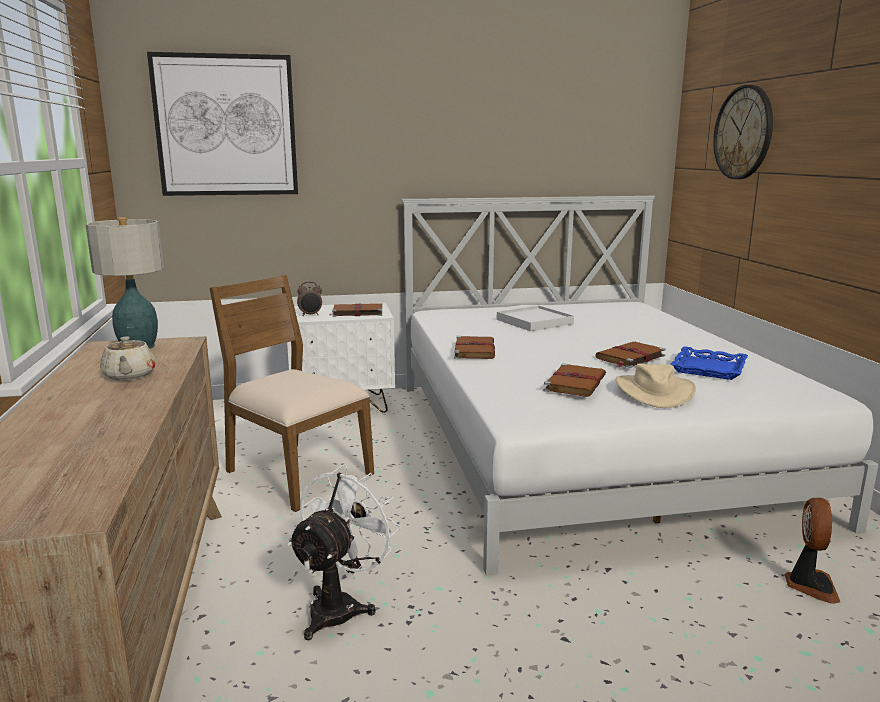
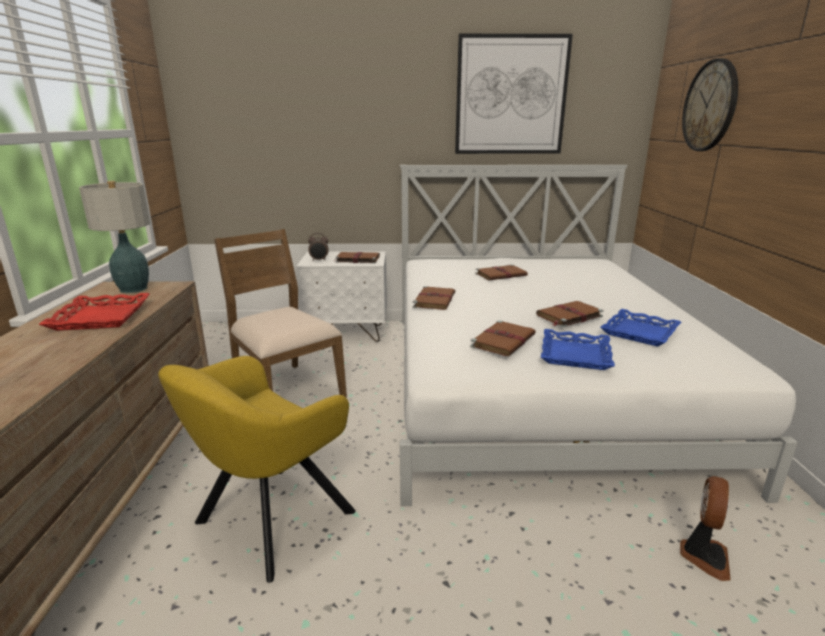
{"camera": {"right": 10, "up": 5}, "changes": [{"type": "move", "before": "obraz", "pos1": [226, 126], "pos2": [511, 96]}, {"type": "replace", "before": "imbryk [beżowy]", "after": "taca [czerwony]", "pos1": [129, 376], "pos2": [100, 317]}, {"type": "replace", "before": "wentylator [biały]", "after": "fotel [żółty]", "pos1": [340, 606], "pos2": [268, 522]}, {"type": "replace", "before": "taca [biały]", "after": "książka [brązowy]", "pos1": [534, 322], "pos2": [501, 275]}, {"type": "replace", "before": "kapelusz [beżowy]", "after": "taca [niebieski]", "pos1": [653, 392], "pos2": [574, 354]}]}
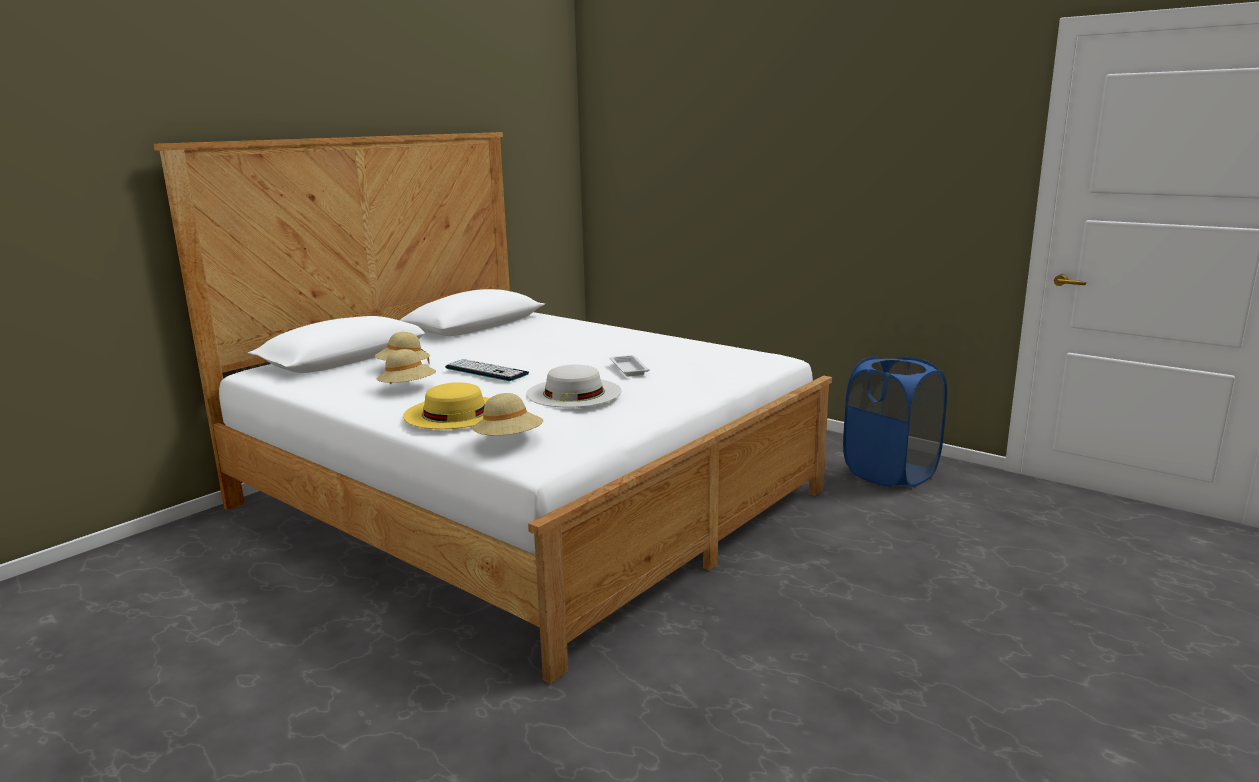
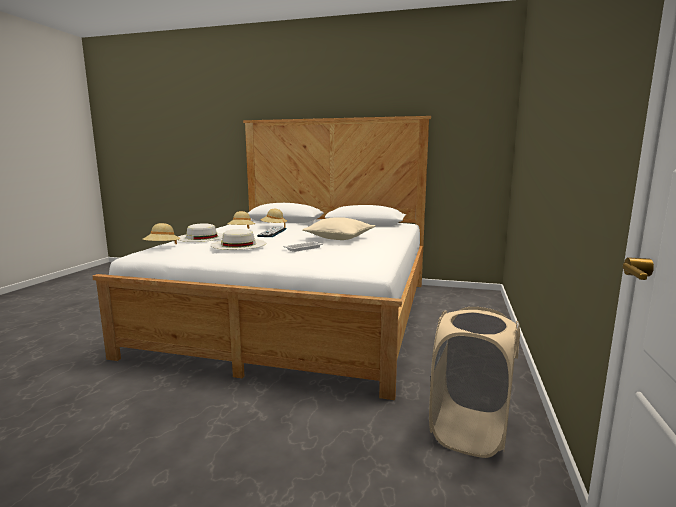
{"camera": {"right": 65, "up": -5}, "changes": [{"type": "insert", "after": "poduszka [beżowy]", "pos2": [339, 238]}, {"type": "recolor", "before": "kapelusz [żółty]", "after": "kapelusz [biały]", "pos1": [454, 412], "pos2": [202, 237]}, {"type": "recolor", "before": "kosz na pranie [niebieski]", "after": "kosz na pranie [beżowy]", "pos1": [890, 473], "pos2": [469, 431]}]}
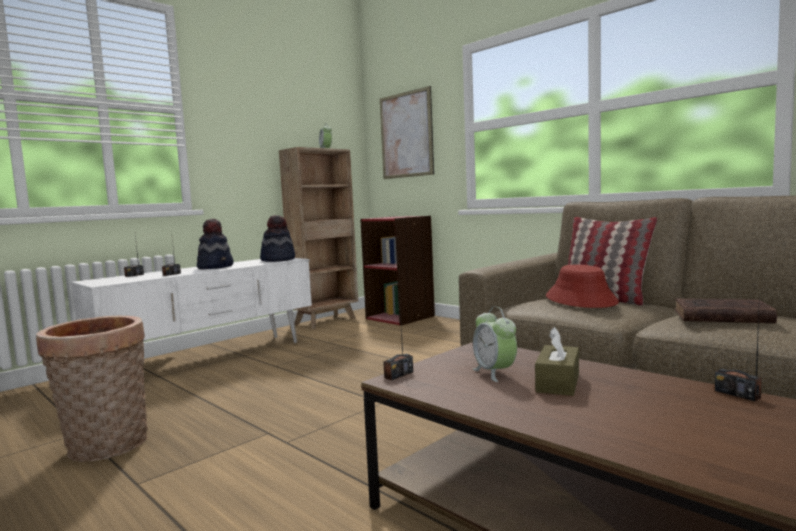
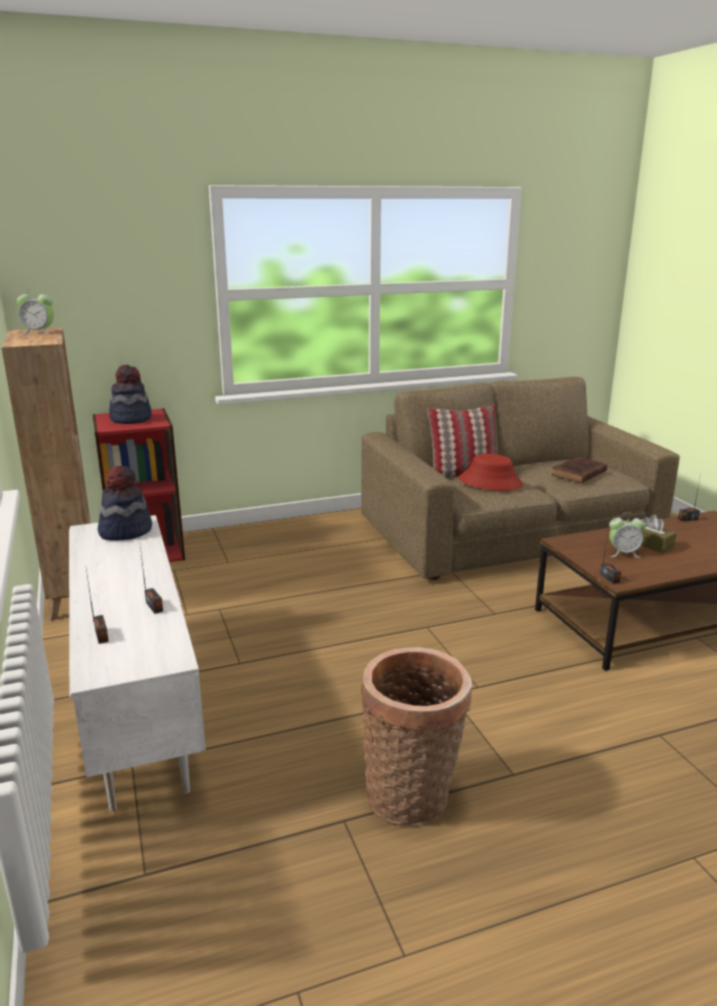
{"camera": {"right": -65, "up": 15}, "changes": [{"type": "delete", "before": "obraz", "pos1": [406, 135]}, {"type": "move", "before": "kapelusz", "pos1": [216, 267], "pos2": [131, 419]}]}
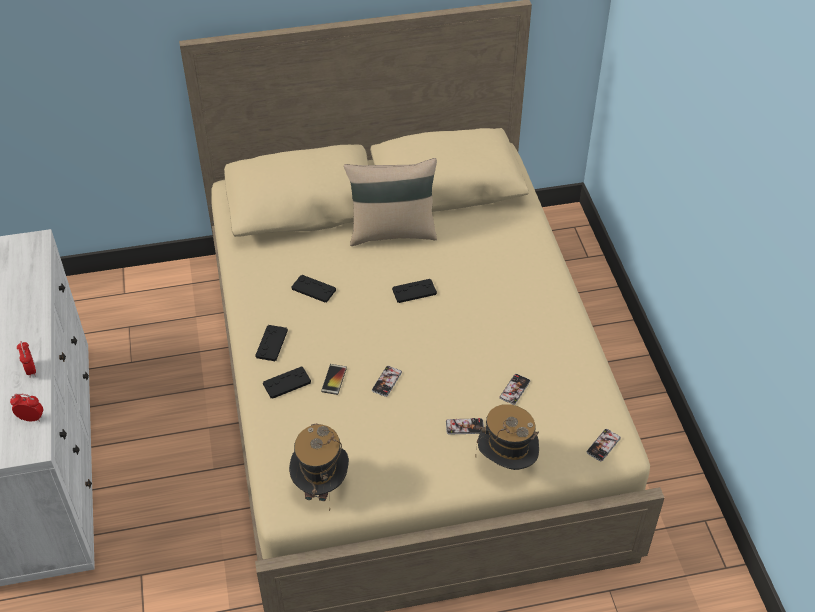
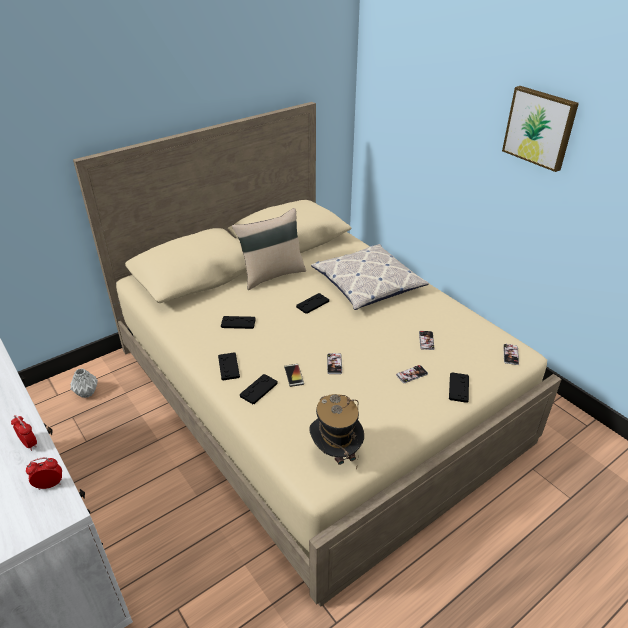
{"camera": {"right": -25, "up": -10}, "changes": [{"type": "insert", "after": "wazon [szary]", "pos2": [87, 393]}, {"type": "insert", "after": "poduszka", "pos2": [367, 284]}, {"type": "insert", "after": "obraz", "pos2": [540, 127]}, {"type": "replace", "before": "kapelusz", "after": "pad do gier [czarny]", "pos1": [506, 463], "pos2": [458, 388]}]}
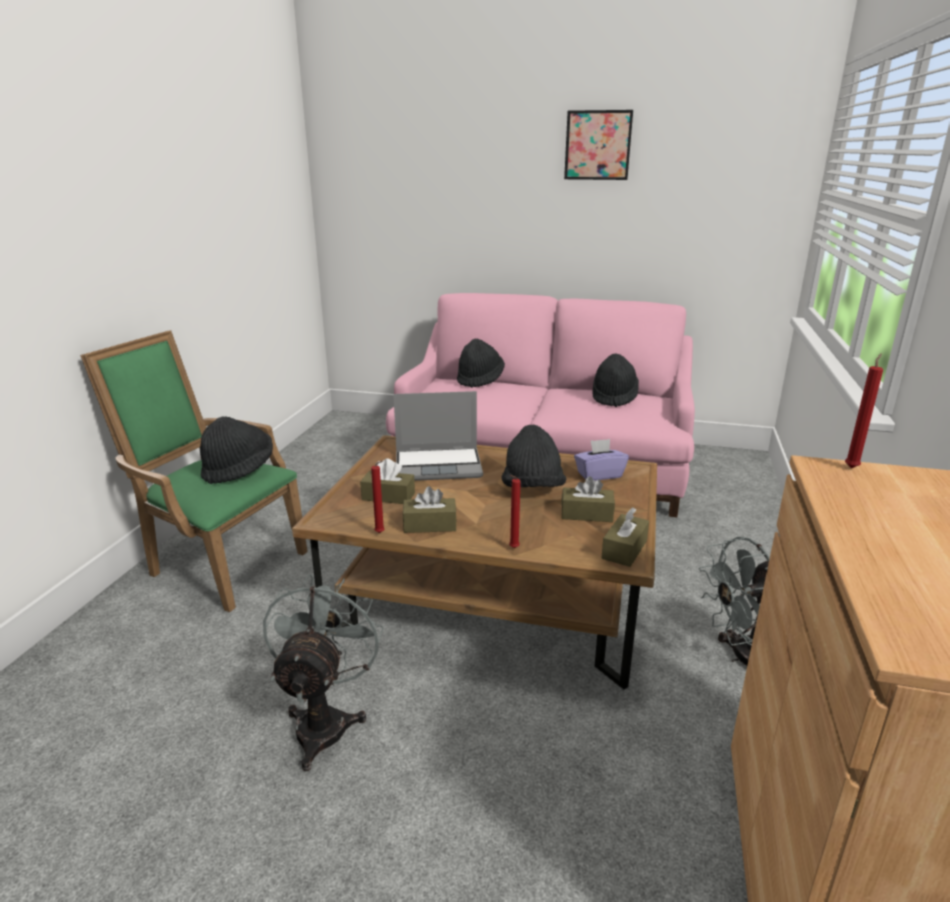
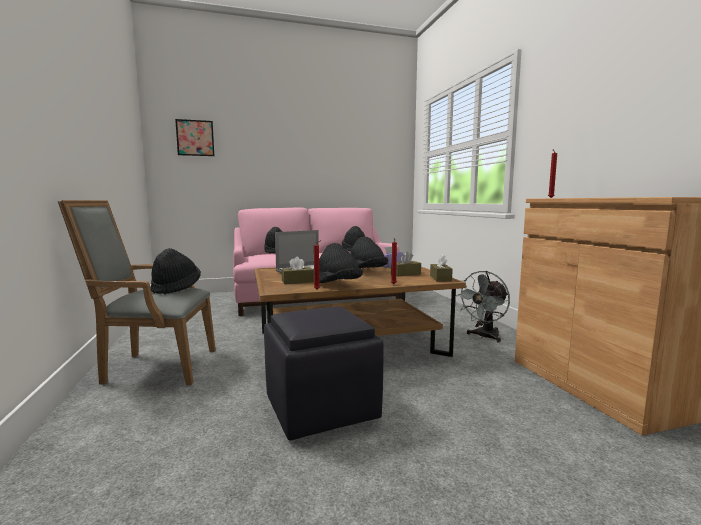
{"camera": {"right": -30, "up": -15}, "changes": [{"type": "move", "before": "obraz", "pos1": [597, 145], "pos2": [195, 138]}, {"type": "replace", "before": "wentylator [szary]", "after": "pufa [czarny]", "pos1": [325, 721], "pos2": [320, 408]}, {"type": "replace", "before": "pudełko chusteczek [brązowy]", "after": "kapelusz [czarny]", "pos1": [430, 525], "pos2": [338, 285]}, {"type": "recolor", "before": "fotel [zielony]", "after": "fotel [szary]", "pos1": [219, 563], "pos2": [154, 367]}]}
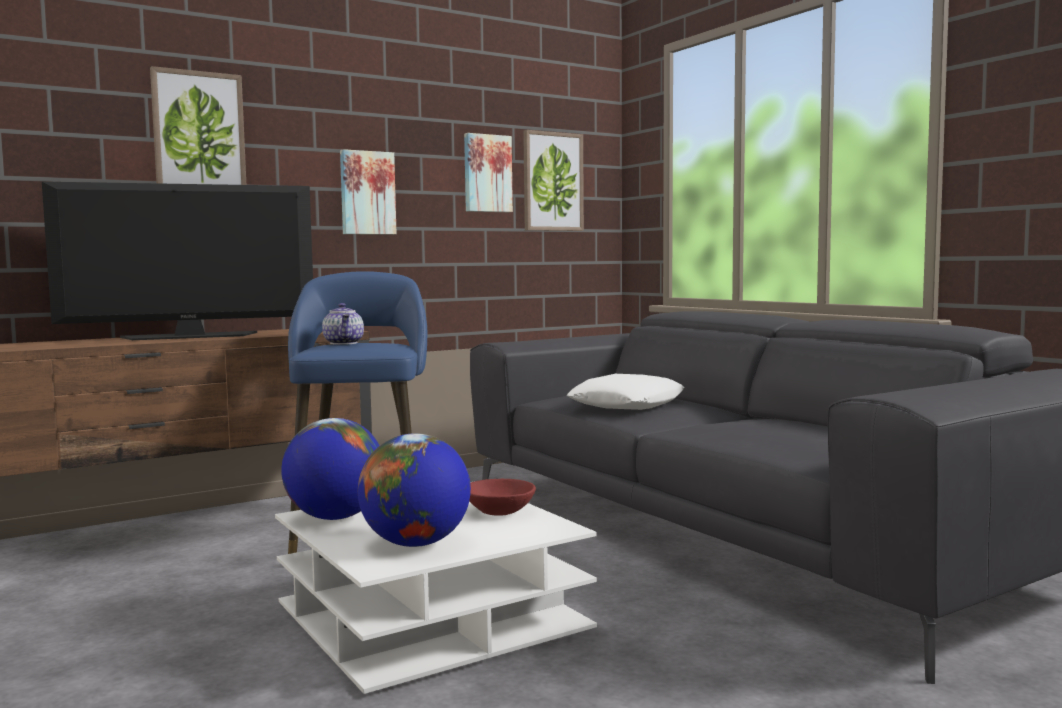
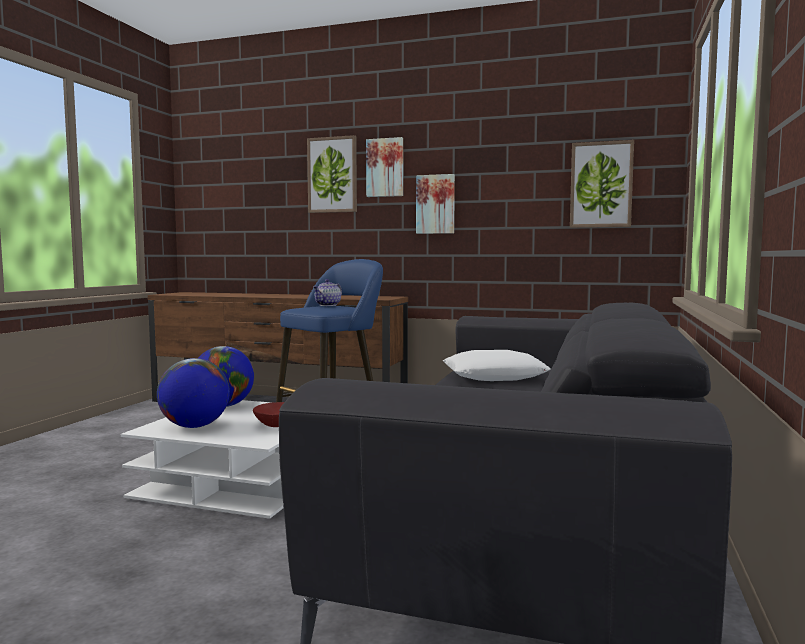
{"camera": {"right": 50, "up": 0}, "changes": [{"type": "delete", "before": "telewizor", "pos1": [190, 336]}, {"type": "move", "before": "obraz", "pos1": [487, 173], "pos2": [385, 168]}]}
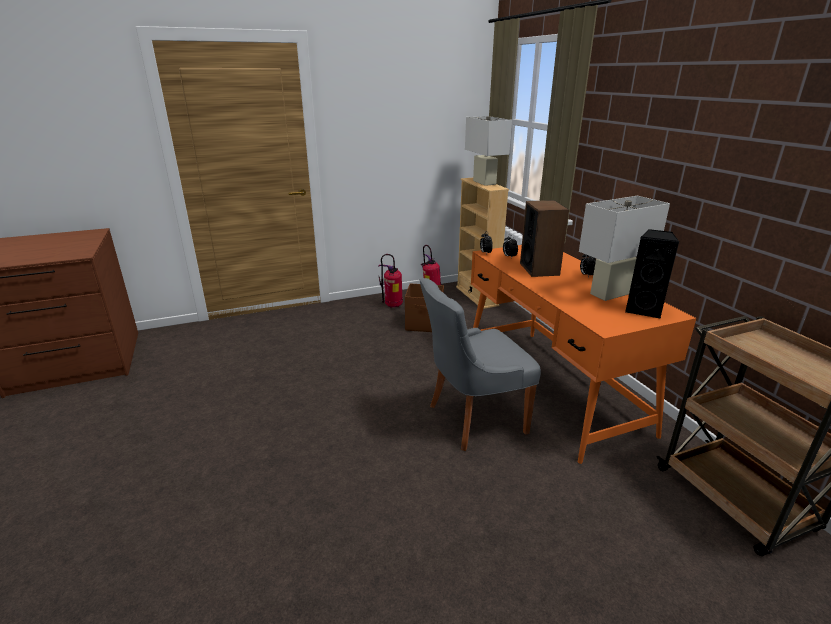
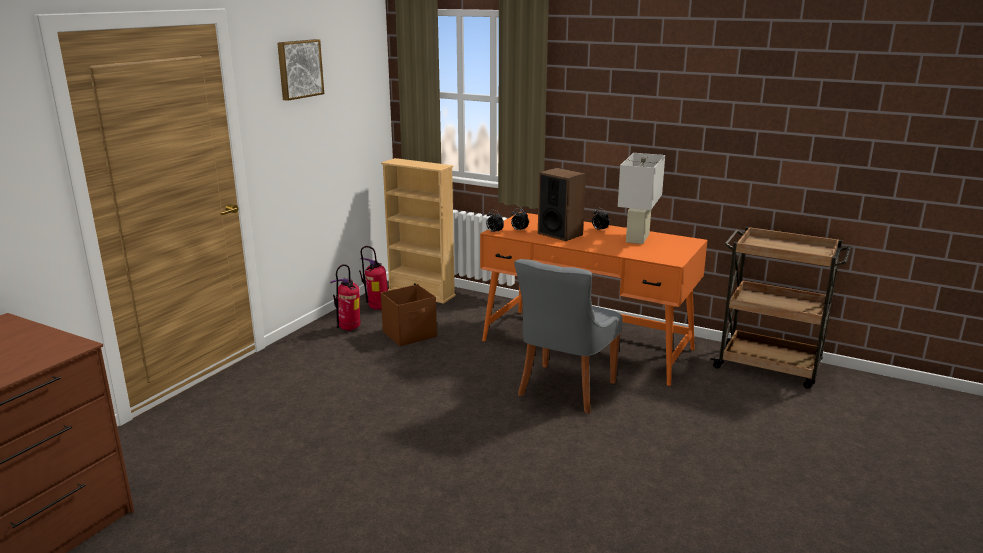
{"camera": {"right": -40, "up": -5}, "changes": [{"type": "delete", "before": "lampa stołowa [biały]", "pos1": [484, 182]}, {"type": "delete", "before": "głośnik [czarny]", "pos1": [643, 310]}, {"type": "insert", "after": "obraz", "pos2": [299, 69]}]}
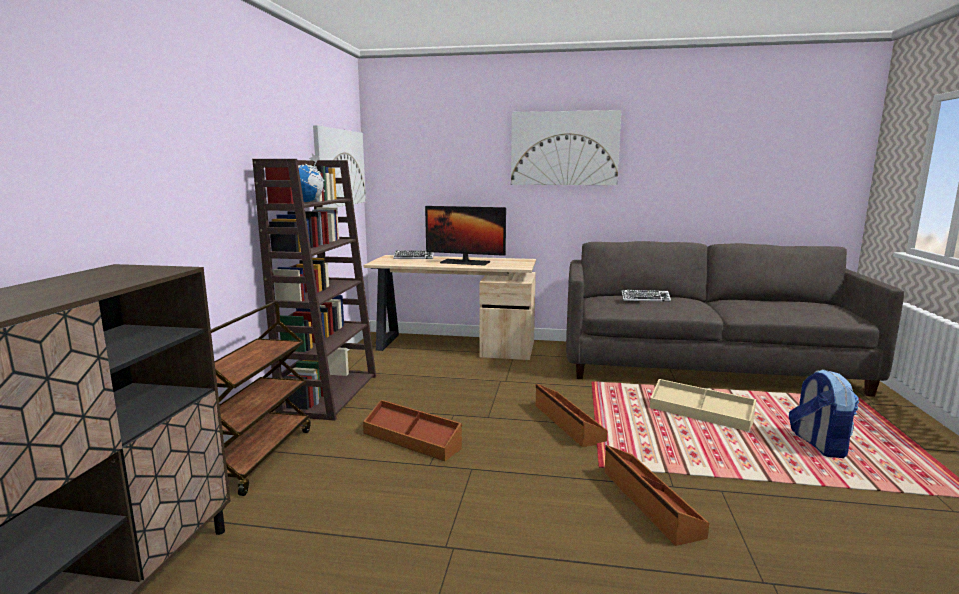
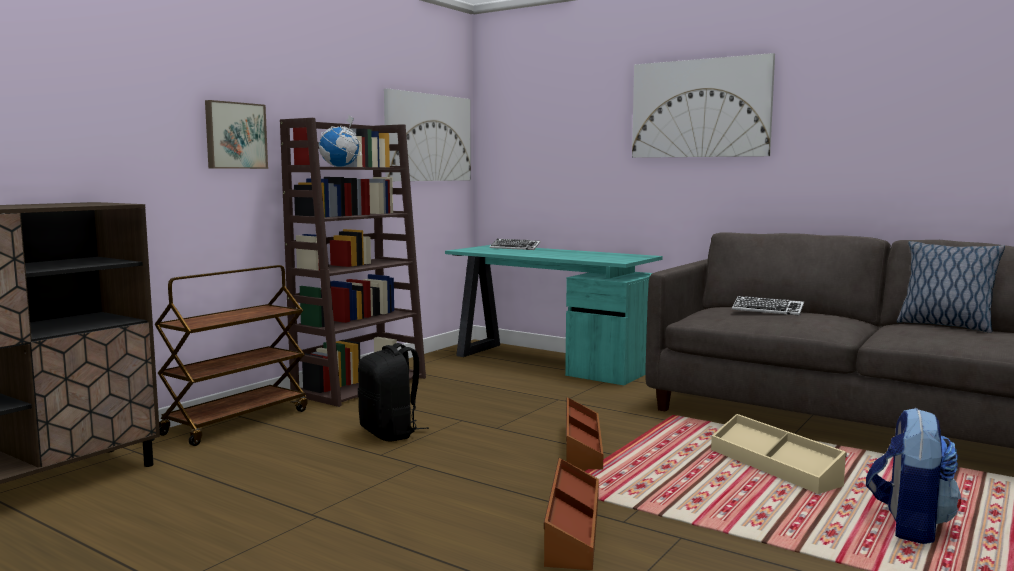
{"camera": {"right": 25, "up": -5}, "changes": [{"type": "delete", "before": "monitor", "pos1": [465, 262]}, {"type": "insert", "after": "obraz", "pos2": [235, 135]}, {"type": "insert", "after": "poduszka", "pos2": [944, 326]}, {"type": "replace", "before": "pojemnik do przechowywania [brązowy]", "after": "plecak [czarny]", "pos1": [412, 440], "pos2": [390, 433]}, {"type": "recolor", "before": "biurko [beżowy]", "after": "biurko [turkusowy]", "pos1": [453, 345], "pos2": [549, 361]}]}
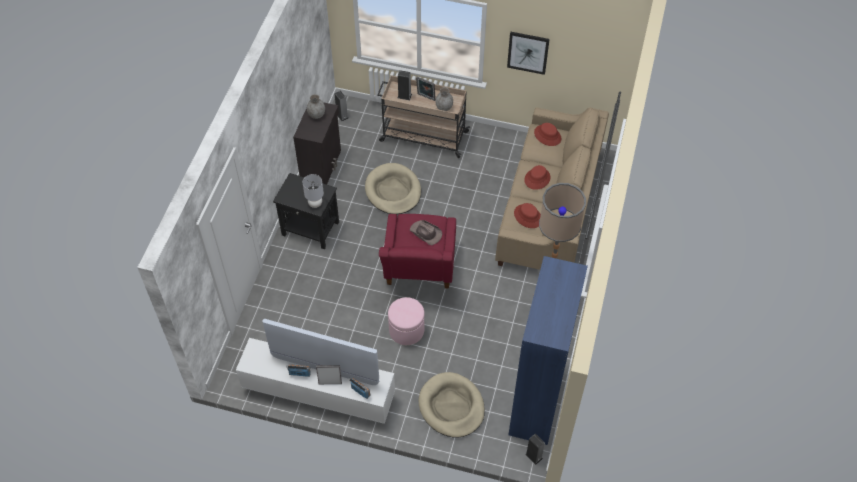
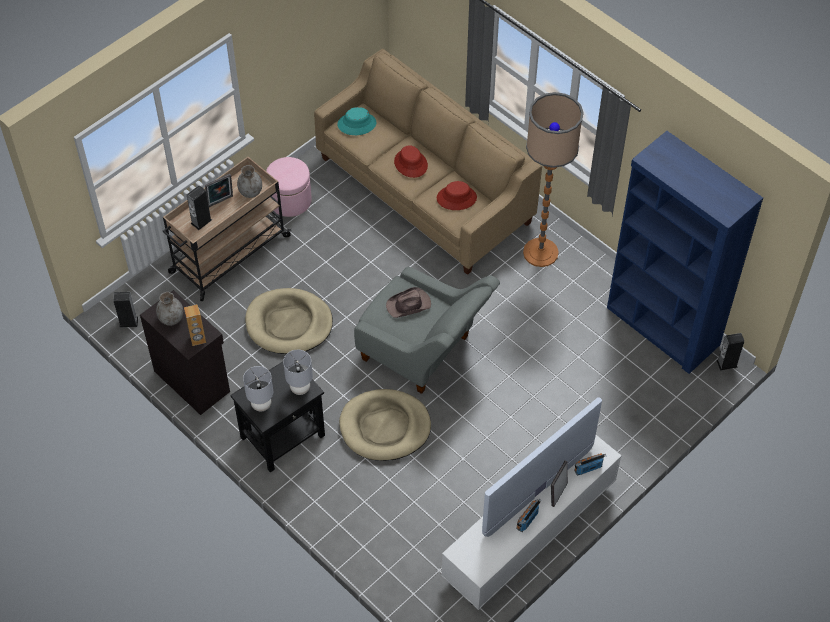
{"camera": {"right": -60, "up": 0}, "changes": [{"type": "delete", "before": "obraz", "pos1": [528, 52]}, {"type": "insert", "after": "głośnik [brązowy]", "pos2": [198, 339]}, {"type": "insert", "after": "lampa stołowa [szary]", "pos2": [261, 405]}, {"type": "move", "before": "pufa [różowy]", "pos1": [406, 330], "pos2": [290, 200]}, {"type": "move", "before": "legowisko [beżowy]", "pos1": [451, 406], "pos2": [385, 427]}, {"type": "recolor", "before": "fotel [czerwony]", "after": "fotel [szary]", "pos1": [419, 270], "pos2": [423, 353]}, {"type": "recolor", "before": "kapelusz [czerwony]", "after": "kapelusz [turkusowy]", "pos1": [547, 135], "pos2": [356, 124]}]}
